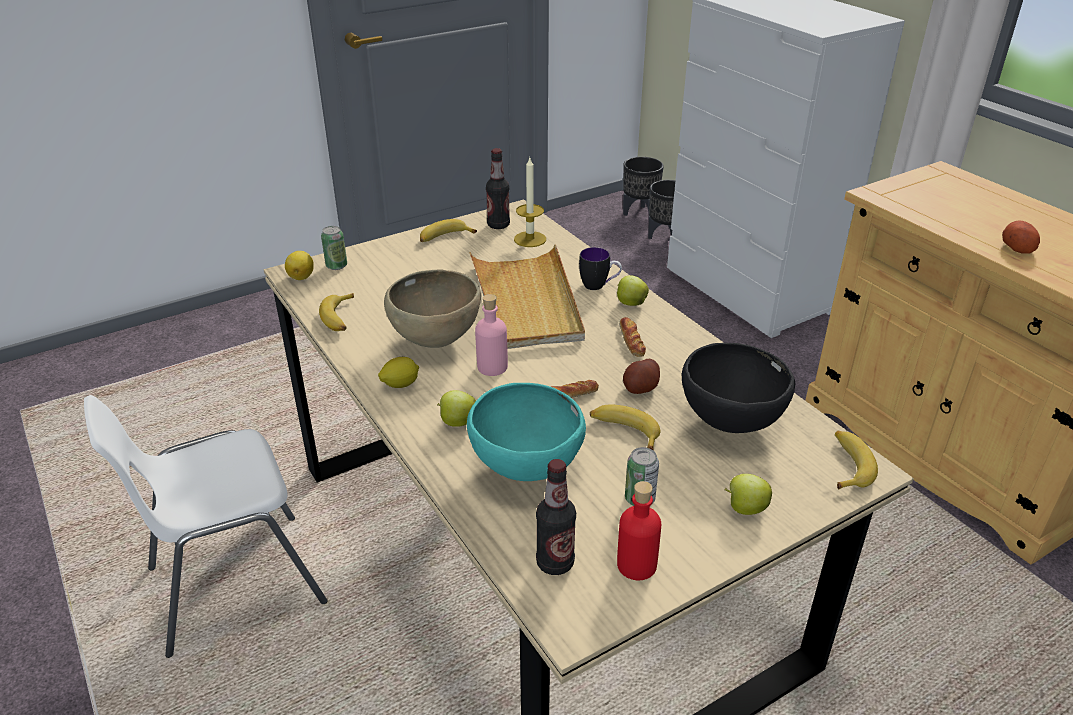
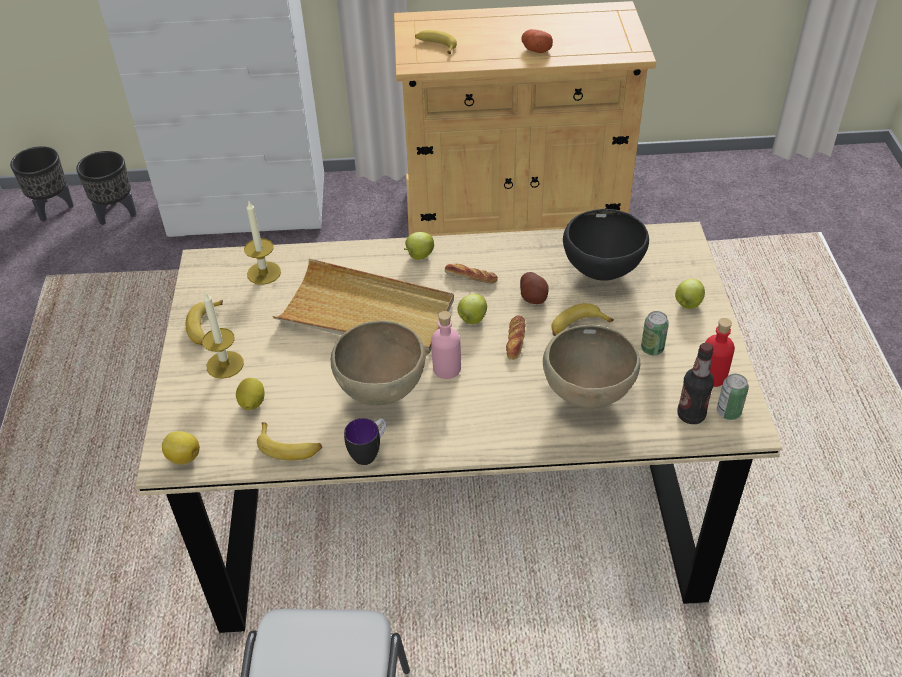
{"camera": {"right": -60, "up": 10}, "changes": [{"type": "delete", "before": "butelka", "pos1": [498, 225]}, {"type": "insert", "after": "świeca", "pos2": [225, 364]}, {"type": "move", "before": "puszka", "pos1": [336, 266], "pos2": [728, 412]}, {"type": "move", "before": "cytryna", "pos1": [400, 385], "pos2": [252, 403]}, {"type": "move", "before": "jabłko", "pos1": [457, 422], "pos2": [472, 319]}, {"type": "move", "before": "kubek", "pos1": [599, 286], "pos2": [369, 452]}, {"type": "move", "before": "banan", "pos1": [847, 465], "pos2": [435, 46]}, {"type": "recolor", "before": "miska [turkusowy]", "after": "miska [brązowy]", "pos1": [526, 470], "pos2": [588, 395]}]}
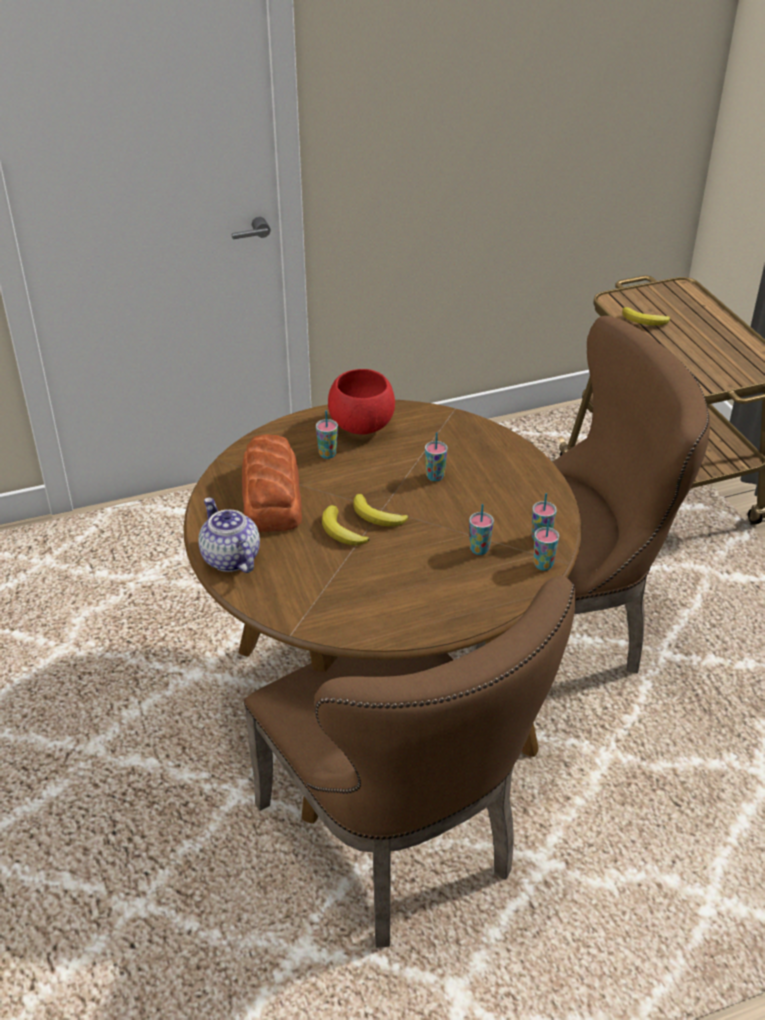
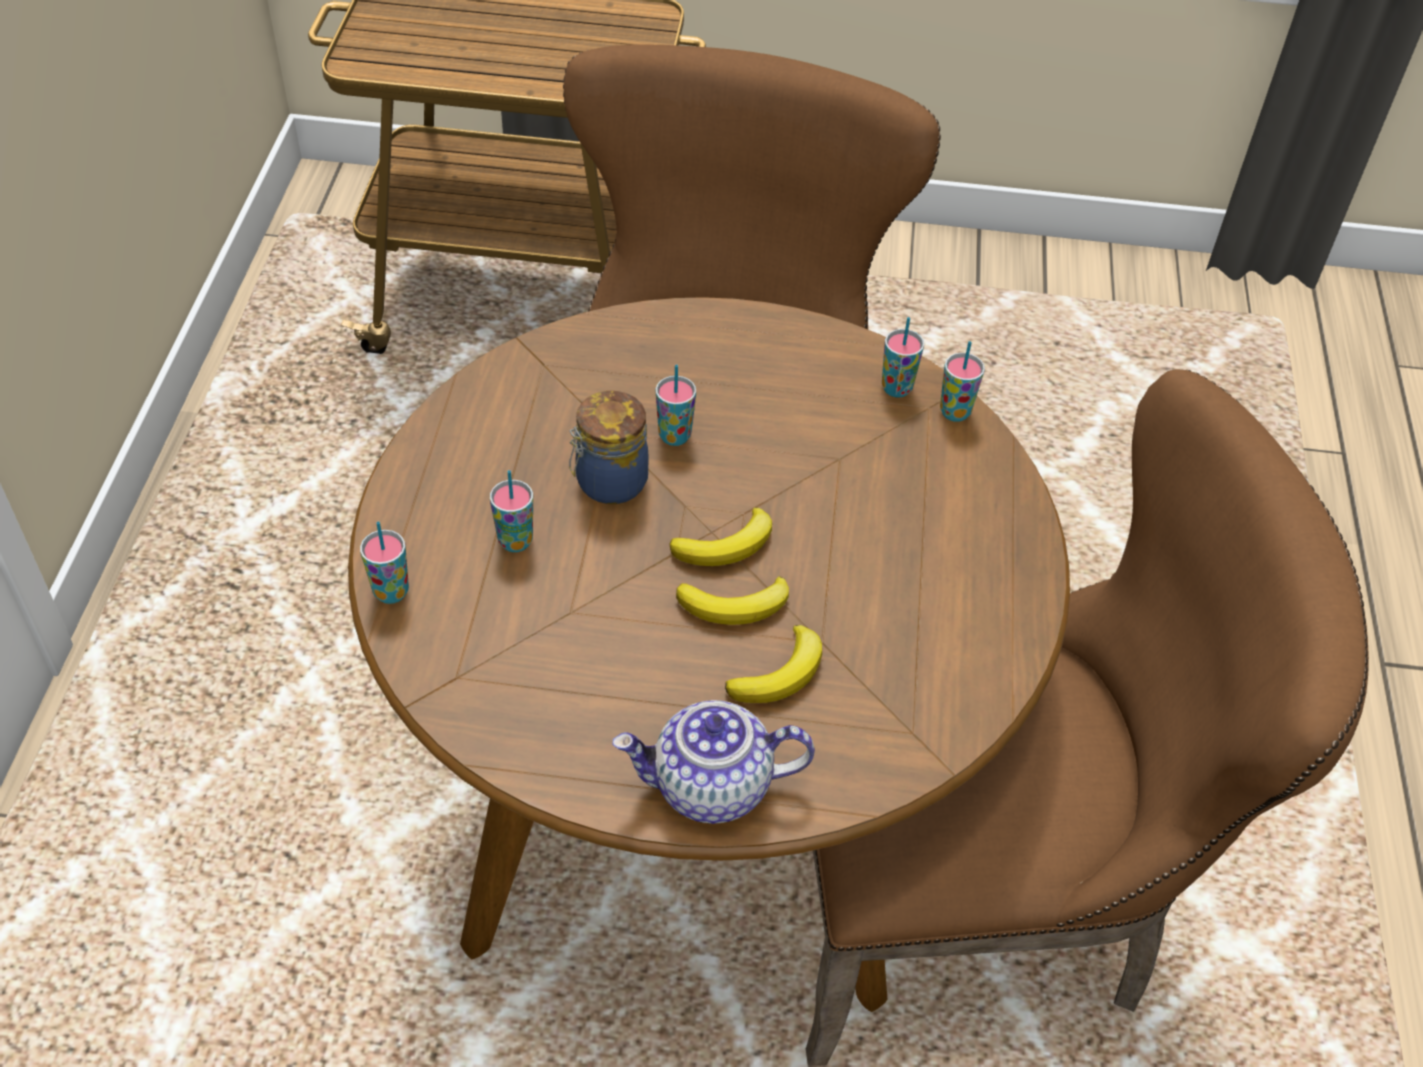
{"camera": {"right": -65, "up": 10}, "changes": [{"type": "delete", "before": "chleb", "pos1": [272, 495]}, {"type": "delete", "before": "miska [czerwony]", "pos1": [362, 425]}, {"type": "insert", "after": "słoik", "pos2": [608, 483]}, {"type": "move", "before": "filiżanka", "pos1": [479, 549], "pos2": [391, 592]}, {"type": "move", "before": "banan", "pos1": [645, 320], "pos2": [780, 673]}]}
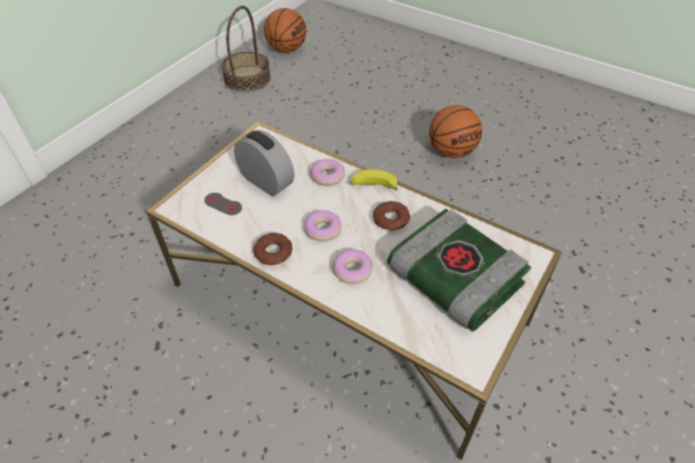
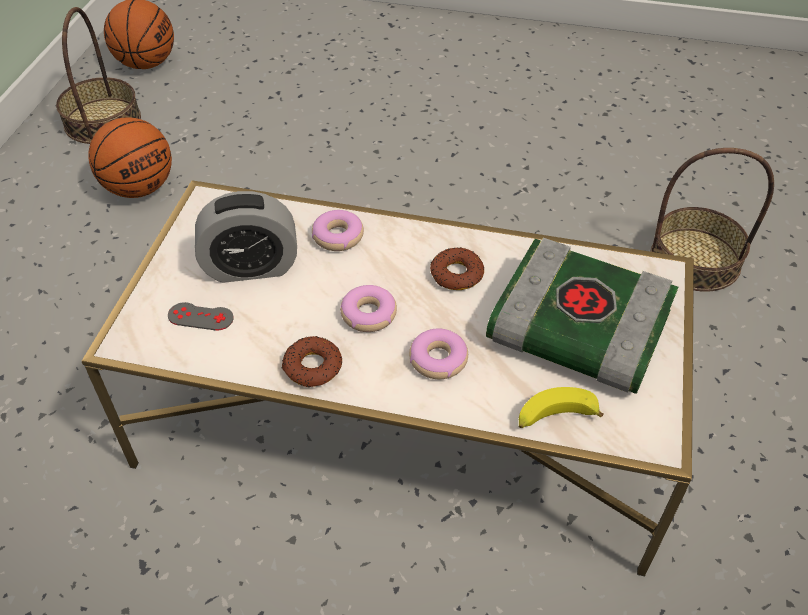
{"camera": {"right": -20, "up": 0}, "changes": [{"type": "insert", "after": "koszyk", "pos2": [695, 259]}, {"type": "move", "before": "banan", "pos1": [373, 186], "pos2": [555, 418]}, {"type": "move", "before": "piłka do koszykówki", "pos1": [451, 151], "pos2": [139, 188]}, {"type": "rotate", "before": "budzik", "pos1": [266, 182], "pos2": [251, 267], "turn": 150}]}
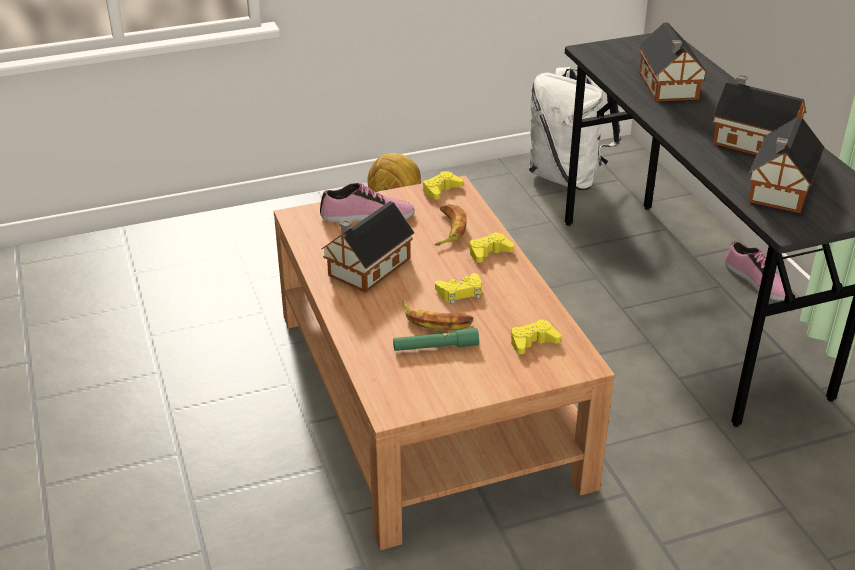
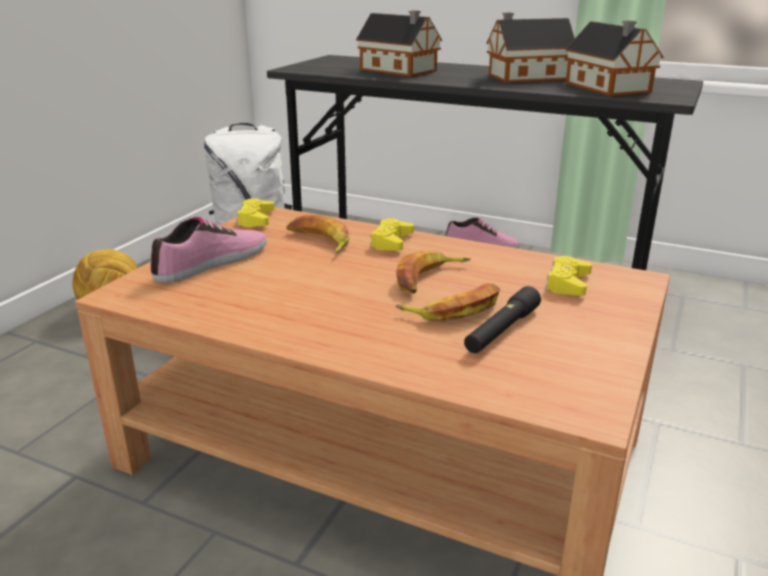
{"camera": {"right": -45, "up": -10}, "changes": [{"type": "delete", "before": "domek", "pos1": [366, 268]}, {"type": "replace", "before": "pad do gier [żółty]", "after": "banan", "pos1": [460, 292], "pos2": [429, 279]}, {"type": "recolor", "before": "latarka [zielony]", "after": "latarka [czarny]", "pos1": [435, 347], "pos2": [502, 330]}]}
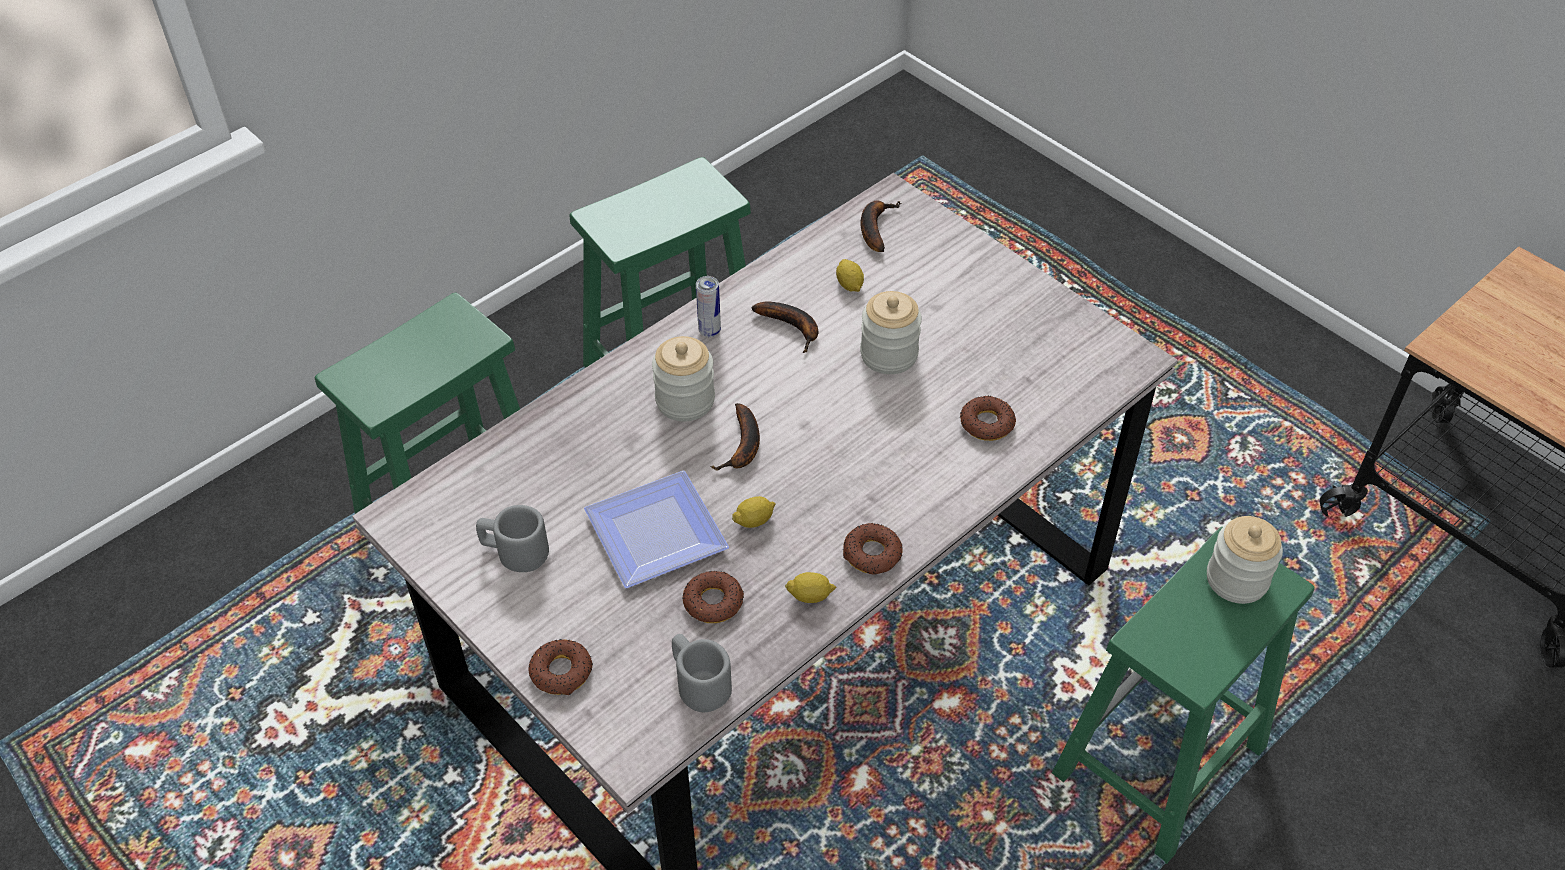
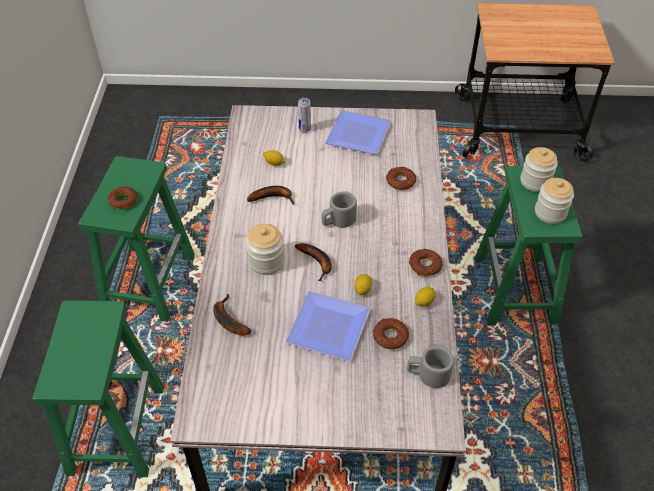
{"camera": {"right": -45, "up": 0}, "changes": [{"type": "insert", "after": "talerz", "pos2": [361, 134]}, {"type": "move", "before": "kubek [szary]", "pos1": [514, 551], "pos2": [338, 220]}, {"type": "move", "before": "donut", "pos1": [561, 672], "pos2": [123, 200]}, {"type": "move", "before": "puszka", "pos1": [709, 331], "pos2": [304, 129]}, {"type": "move", "before": "słoik", "pos1": [889, 354], "pos2": [550, 212]}, {"type": "move", "before": "banan", "pos1": [874, 227], "pos2": [227, 319]}]}
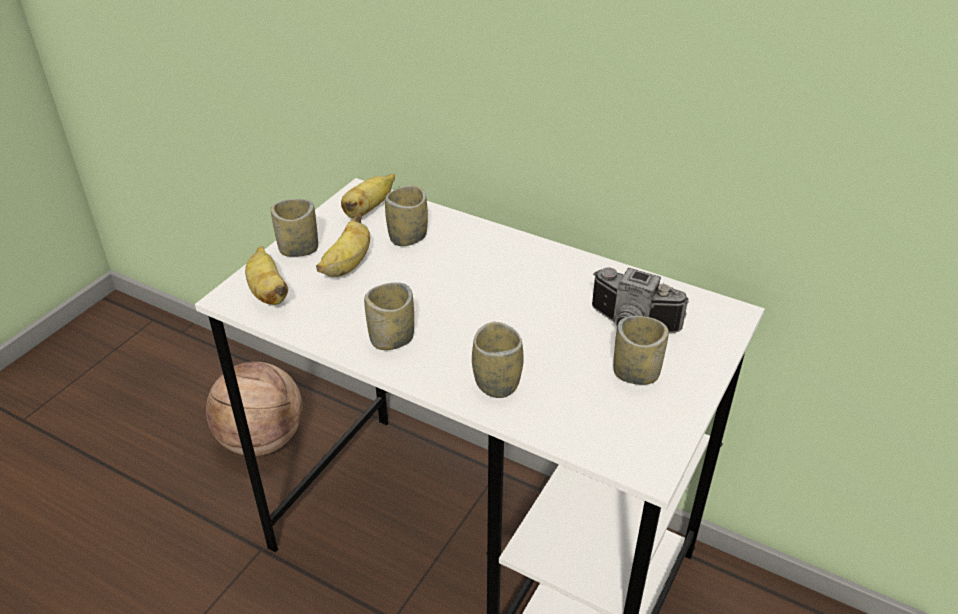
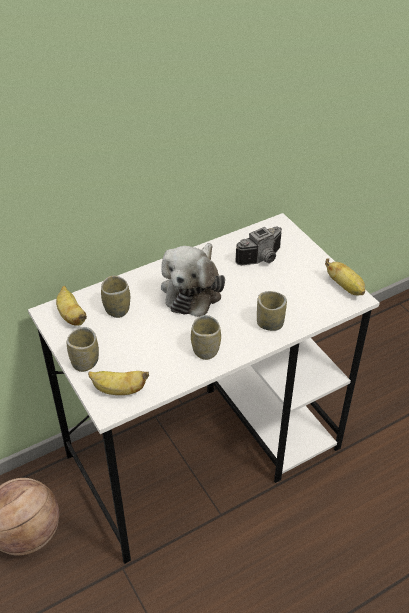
{"camera": {"right": -60, "up": 5}, "changes": [{"type": "delete", "before": "filiżanka", "pos1": [636, 373]}, {"type": "insert", "after": "pluszak", "pos2": [193, 289]}, {"type": "move", "before": "banan", "pos1": [347, 265], "pos2": [345, 287]}]}
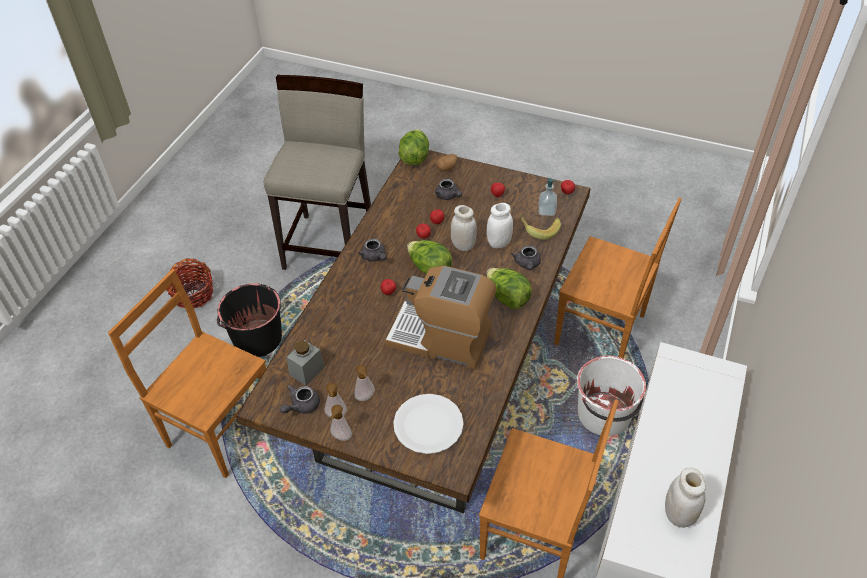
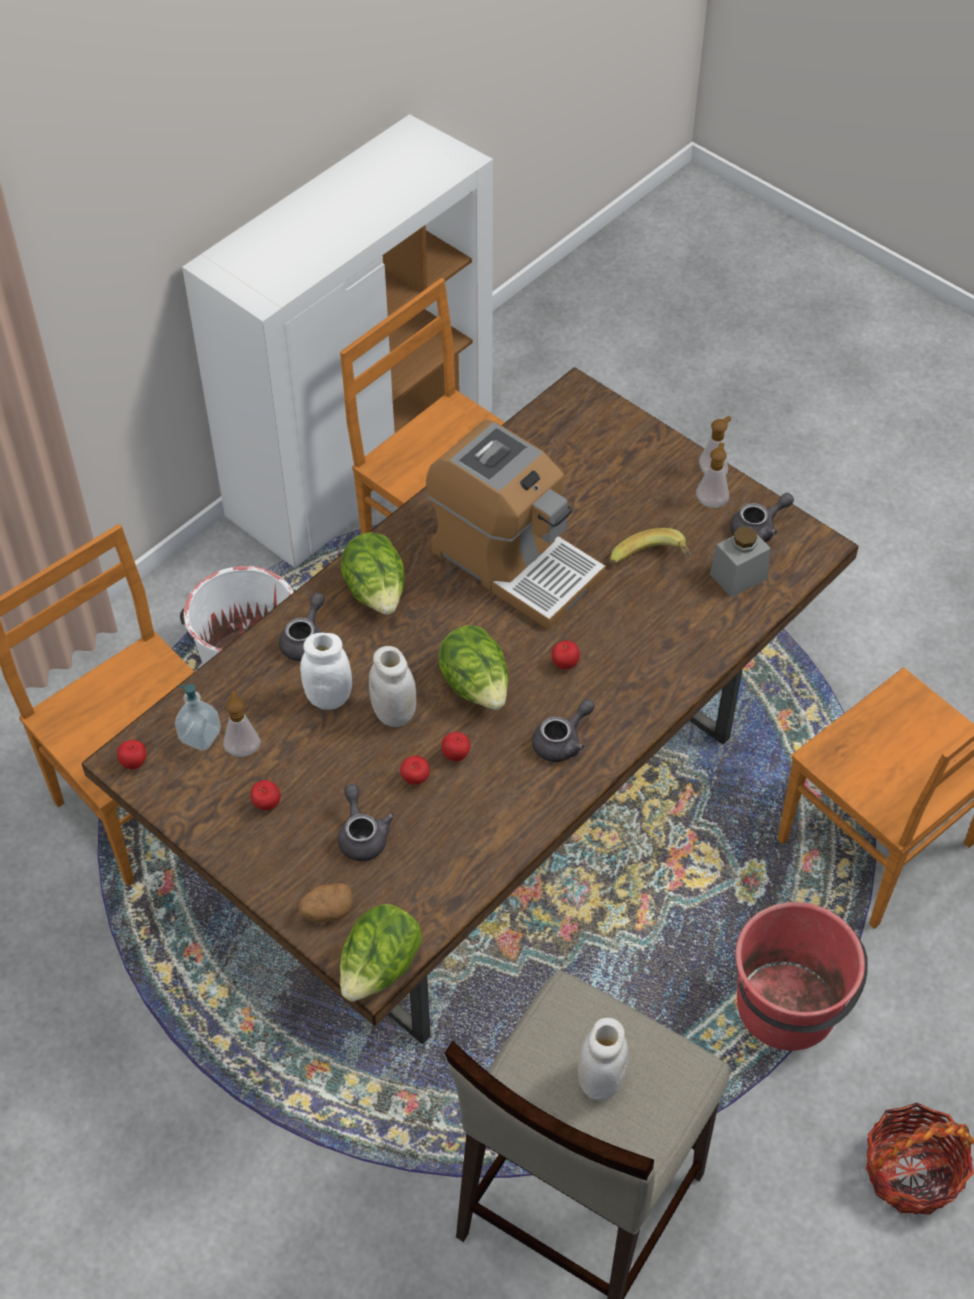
{"camera": {"right": -160, "up": 5}, "changes": [{"type": "delete", "before": "talerz [biały]", "pos1": [428, 424]}, {"type": "move", "before": "dozownik mydła", "pos1": [365, 398], "pos2": [243, 748]}, {"type": "move", "before": "banan", "pos1": [538, 230], "pos2": [652, 564]}, {"type": "move", "before": "słoik [biały]", "pos1": [678, 514], "pos2": [600, 1081]}, {"type": "recolor", "before": "wiadro [czarny]", "after": "wiadro [czerwony]", "pos1": [257, 338], "pos2": [787, 1007]}, {"type": "rotate", "before": "imbryk [szary]", "pos1": [374, 257], "pos2": [562, 741], "turn": 60}]}
